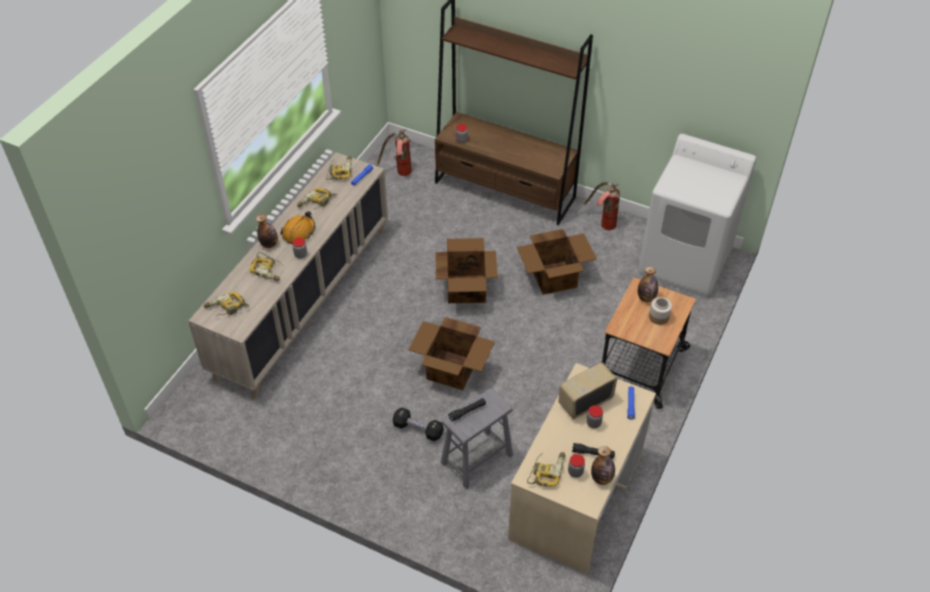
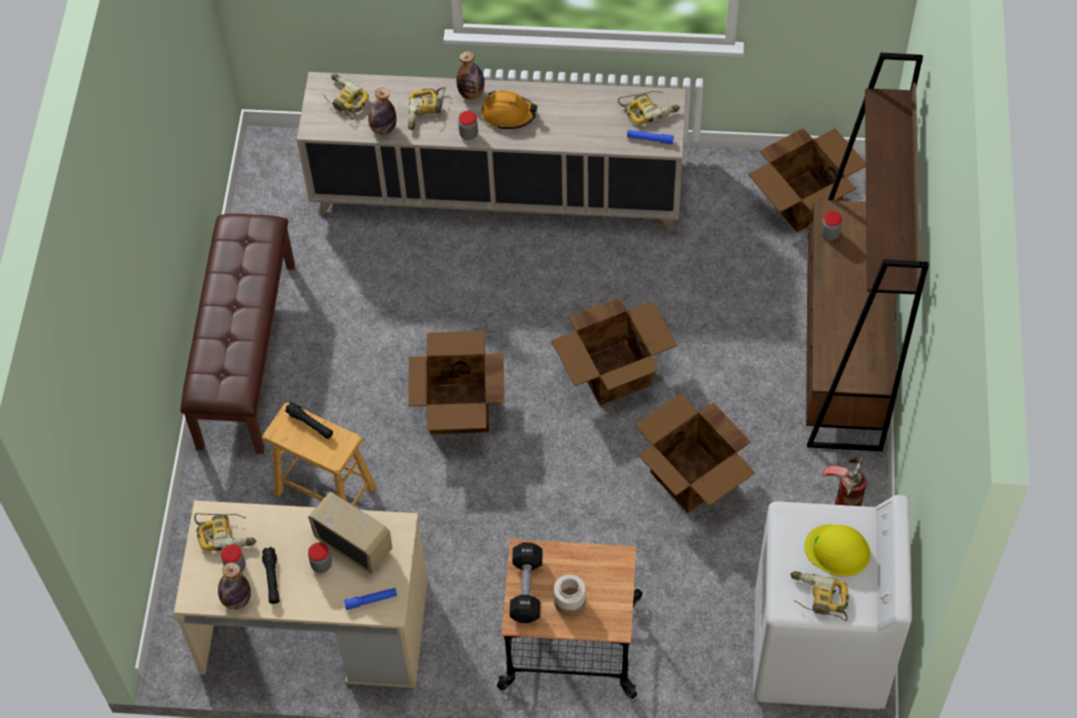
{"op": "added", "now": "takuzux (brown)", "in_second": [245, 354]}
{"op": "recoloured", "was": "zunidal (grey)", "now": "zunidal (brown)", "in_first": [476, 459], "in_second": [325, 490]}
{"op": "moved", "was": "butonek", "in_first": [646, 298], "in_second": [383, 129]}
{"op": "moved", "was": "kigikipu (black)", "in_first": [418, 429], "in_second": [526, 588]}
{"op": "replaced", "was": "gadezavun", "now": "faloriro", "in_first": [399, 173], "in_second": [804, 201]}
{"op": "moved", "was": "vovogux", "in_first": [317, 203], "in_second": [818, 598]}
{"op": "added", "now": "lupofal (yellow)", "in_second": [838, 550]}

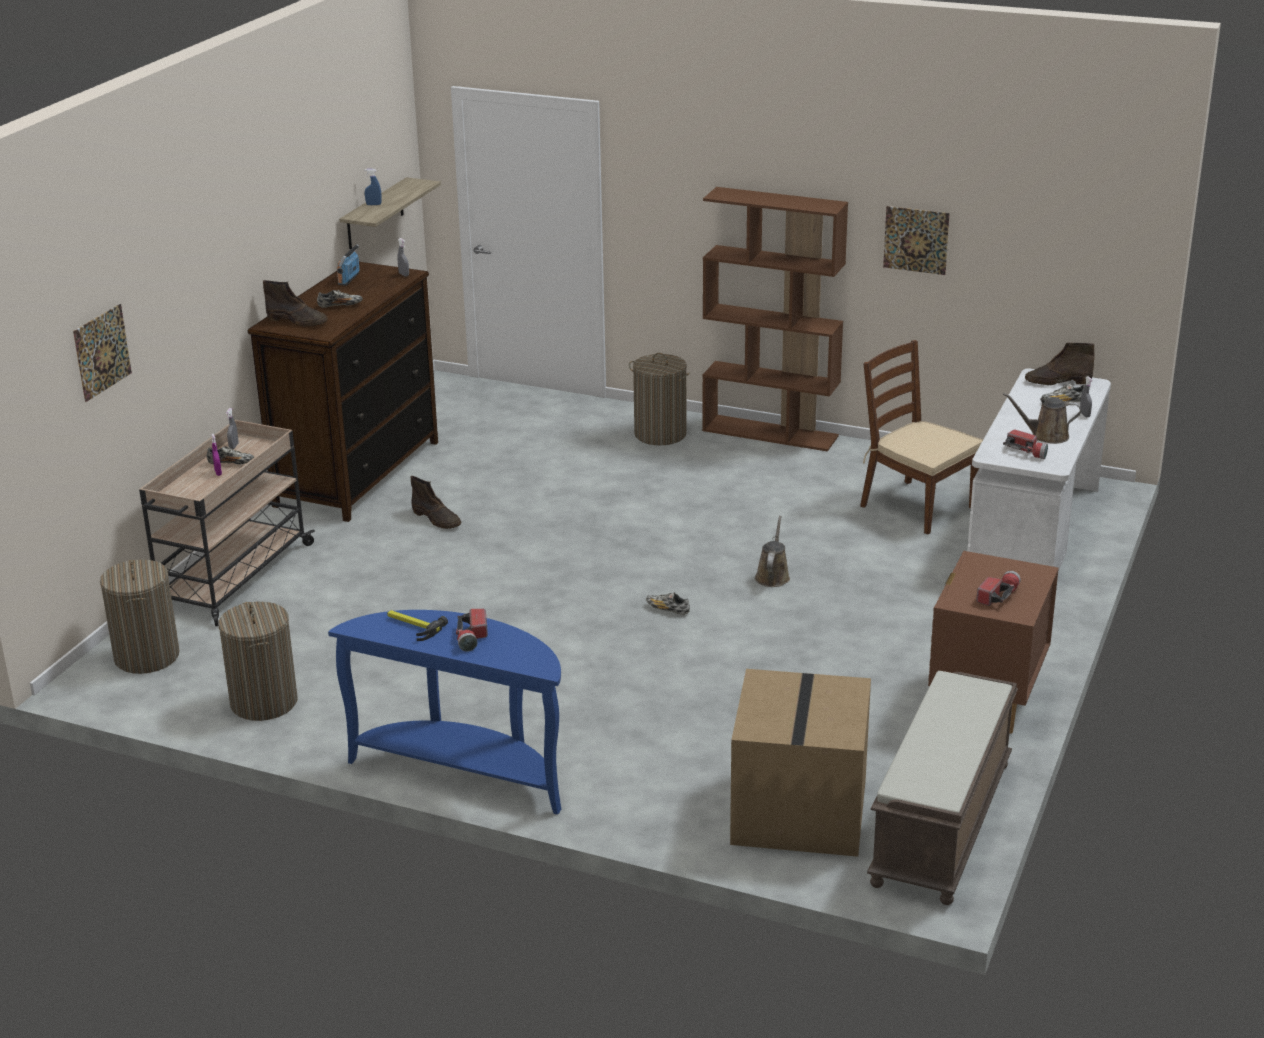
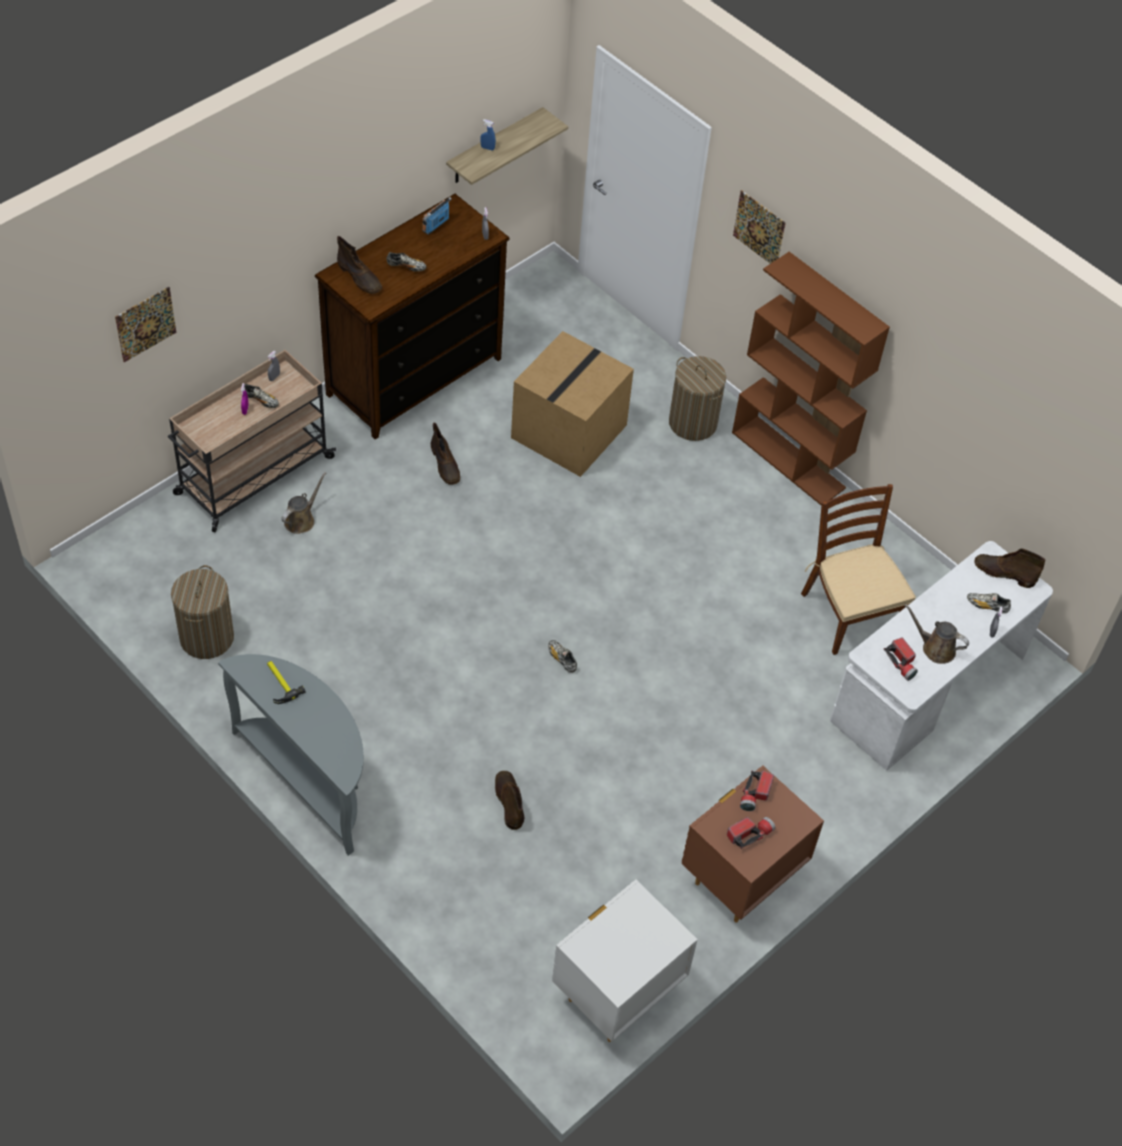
{"op": "recoloured", "was": "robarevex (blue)", "now": "robarevex (grey)", "in_first": [465, 771], "in_second": [309, 778]}
{"op": "moved", "was": "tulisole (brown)", "in_first": [772, 576], "in_second": [301, 520]}
{"op": "added", "now": "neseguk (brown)", "in_second": [509, 801]}
{"op": "moved", "was": "faloriro", "in_first": [797, 810], "in_second": [568, 430]}
{"op": "replaced", "was": "takuzux (brown)", "now": "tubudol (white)", "in_first": [943, 824], "in_second": [617, 994]}
{"op": "moved", "was": "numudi", "in_first": [916, 240], "in_second": [759, 229]}
{"op": "moved", "was": "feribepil", "in_first": [472, 637], "in_second": [755, 795]}
{"op": "removed", "was": "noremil", "in_first": [147, 656]}

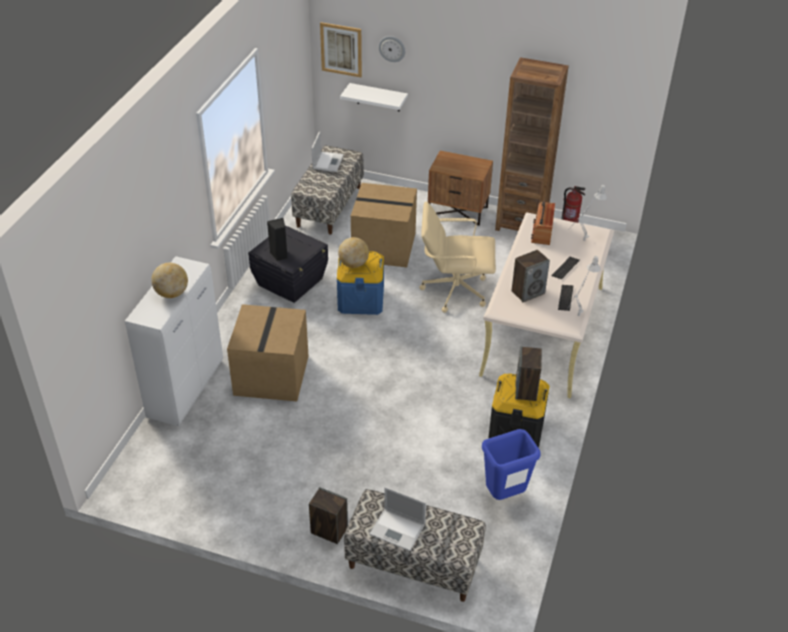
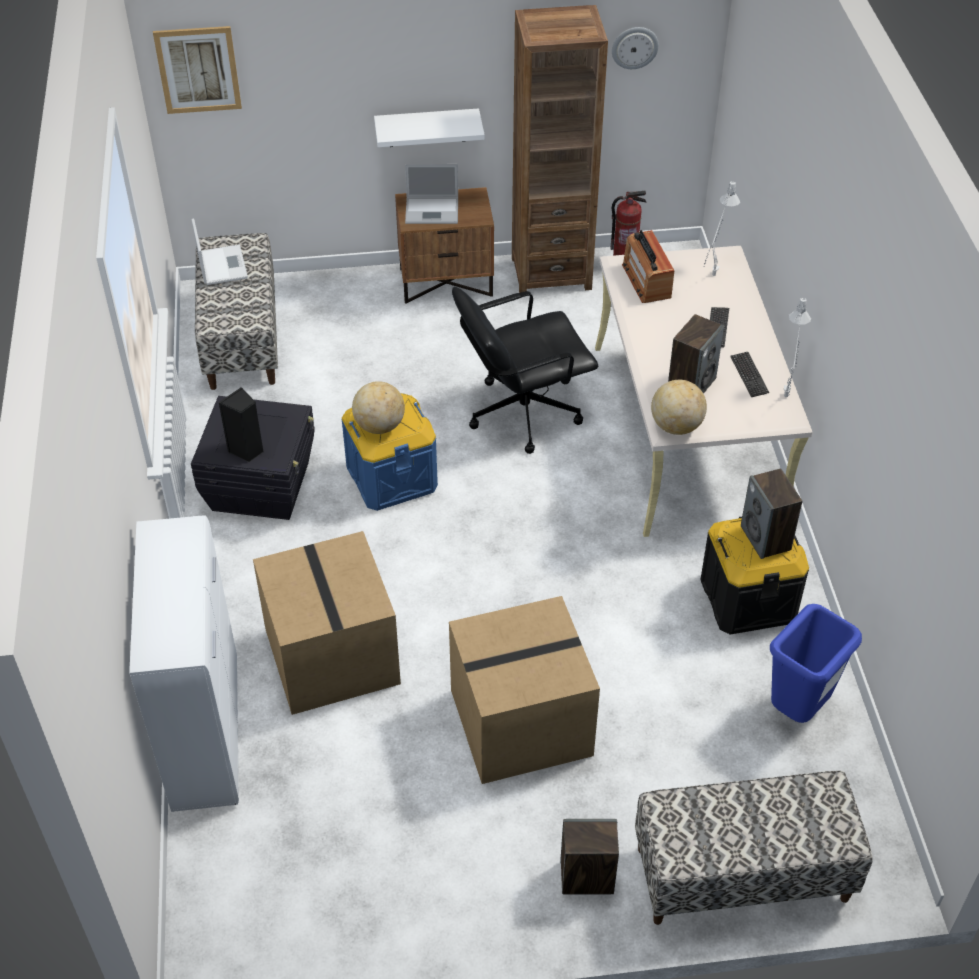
{"op": "moved", "was": "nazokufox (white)", "in_first": [378, 97], "in_second": [427, 127]}
{"op": "moved", "was": "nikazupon", "in_first": [398, 529], "in_second": [433, 210]}
{"op": "moved", "was": "faloriro", "in_first": [385, 246], "in_second": [522, 720]}
{"op": "recoloured", "was": "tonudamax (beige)", "now": "tonudamax (black)", "in_first": [454, 290], "in_second": [522, 412]}
{"op": "moved", "was": "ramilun", "in_first": [392, 48], "in_second": [634, 47]}
{"op": "moved", "was": "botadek", "in_first": [172, 293], "in_second": [676, 426]}

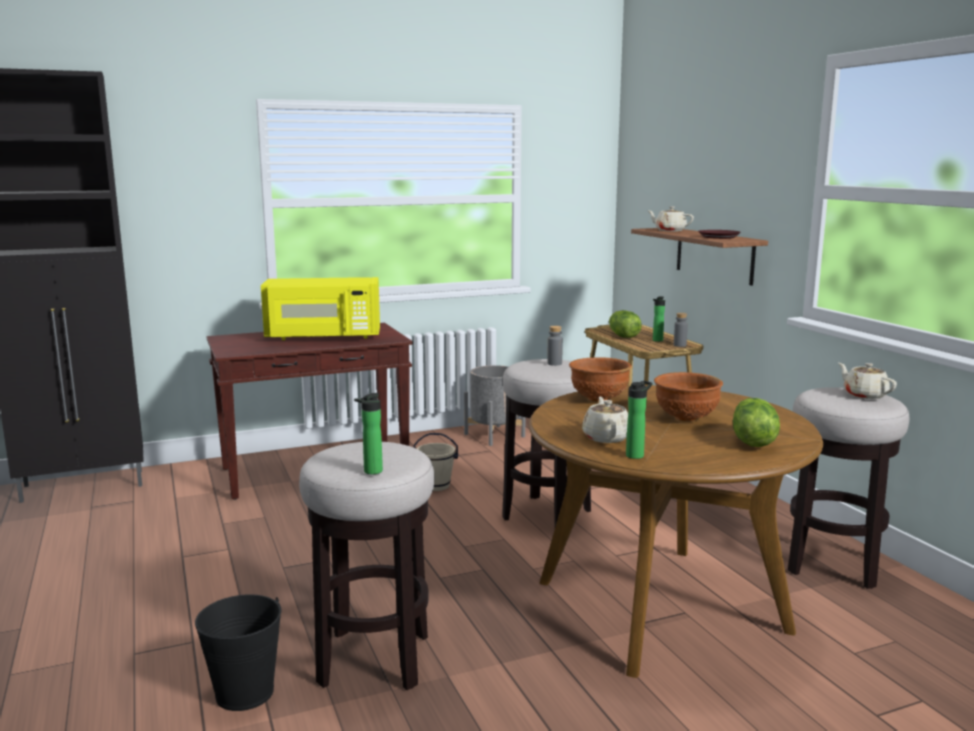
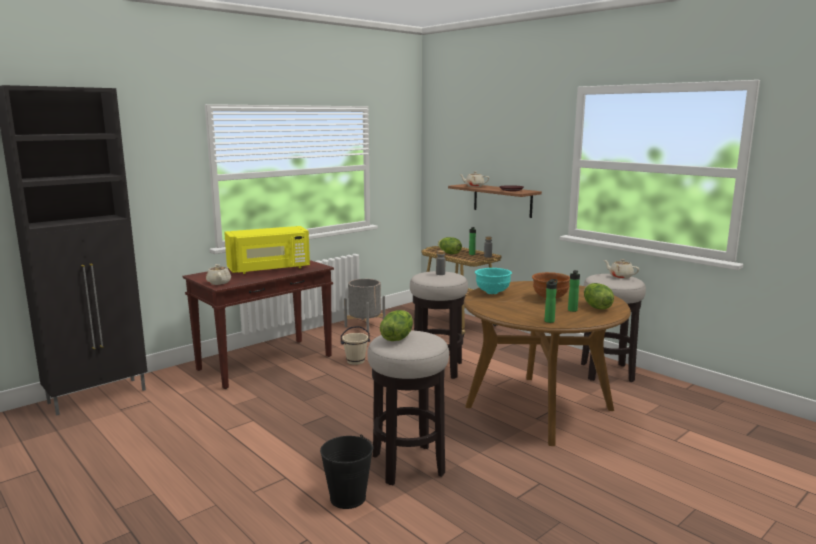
{"op": "moved", "was": "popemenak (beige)", "in_first": [606, 437], "in_second": [219, 282]}
{"op": "added", "now": "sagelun", "in_second": [397, 338]}
{"op": "recoloured", "was": "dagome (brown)", "now": "dagome (turquoise)", "in_first": [598, 399], "in_second": [492, 292]}
{"op": "moved", "was": "butonek", "in_first": [370, 472], "in_second": [572, 310]}

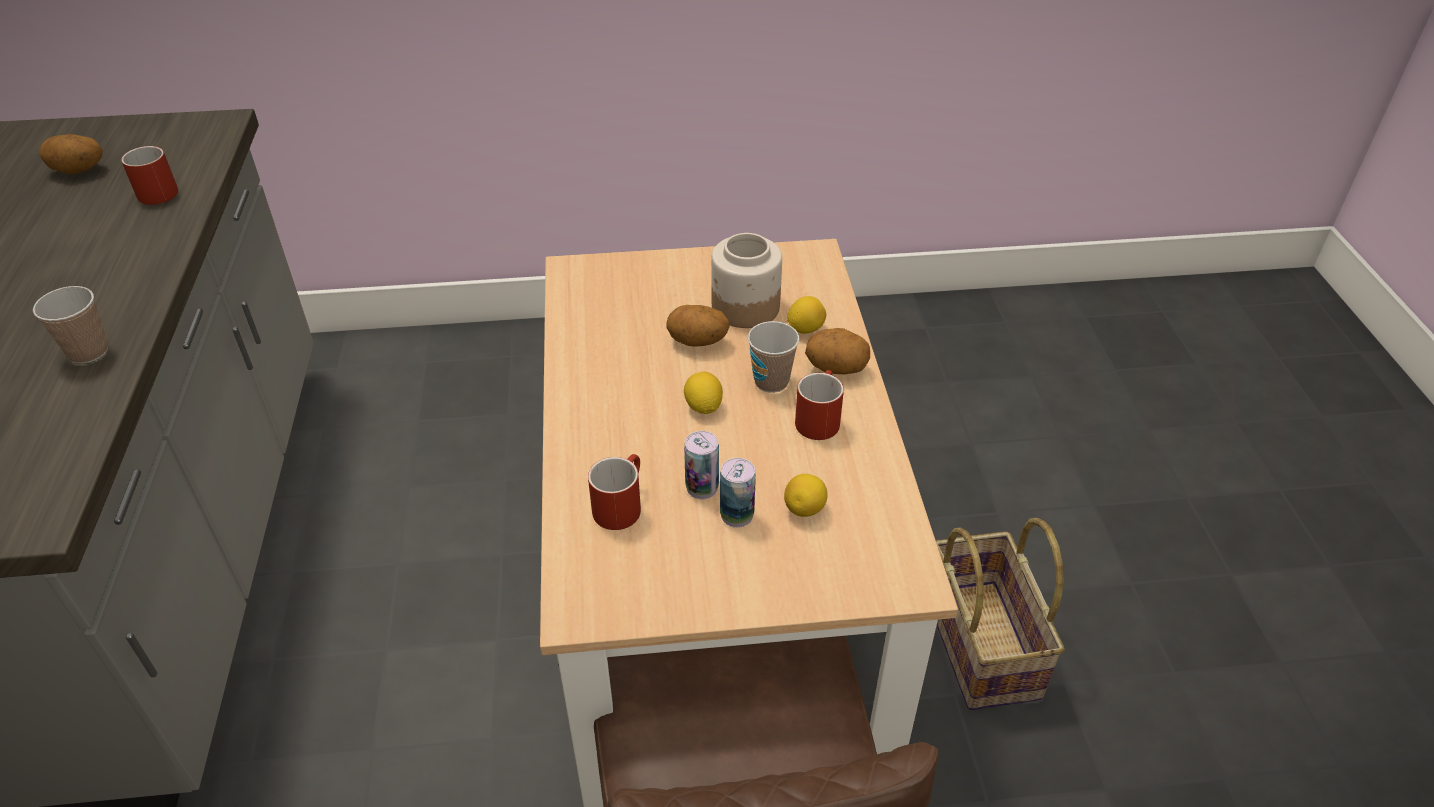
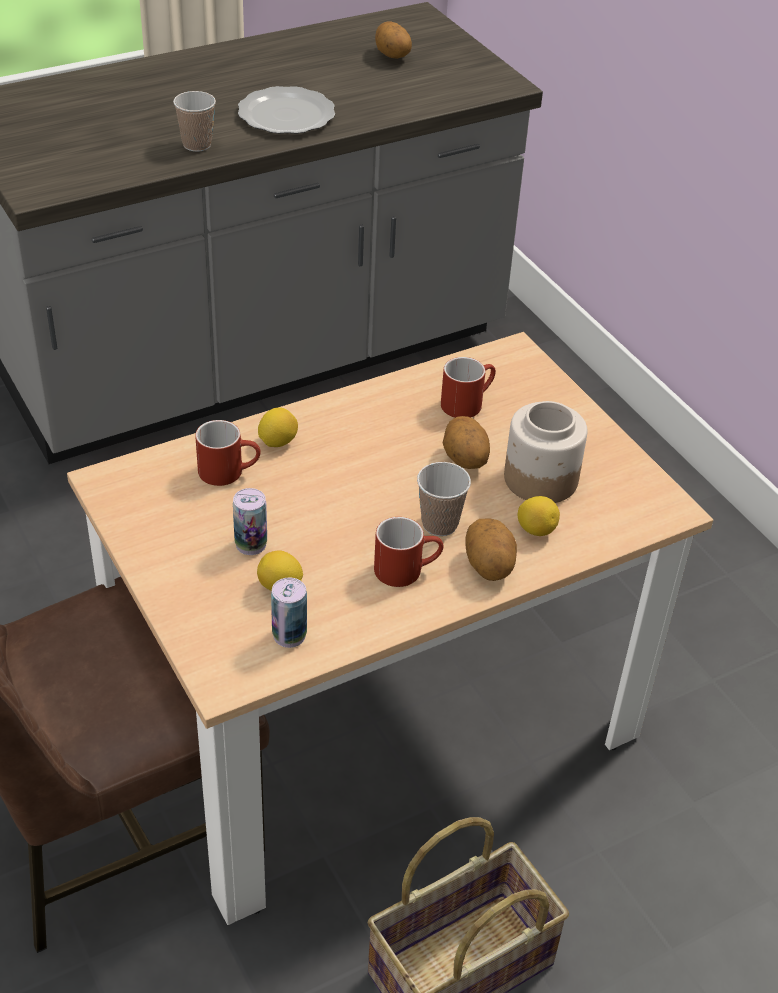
{"op": "added", "now": "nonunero", "in_second": [287, 116]}
{"op": "moved", "was": "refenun", "in_first": [703, 407], "in_second": [277, 442]}
{"op": "moved", "was": "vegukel", "in_first": [702, 487], "in_second": [289, 635]}
{"op": "moved", "was": "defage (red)", "in_first": [158, 190], "in_second": [467, 402]}

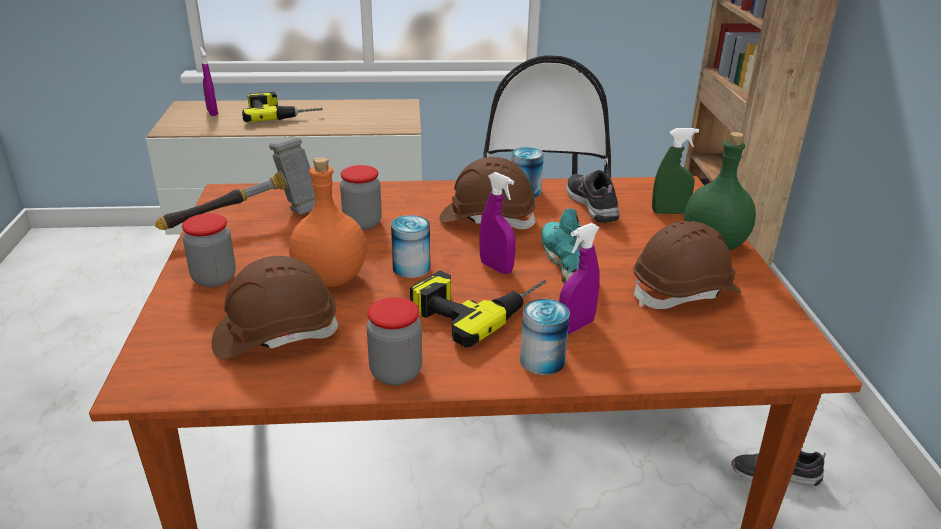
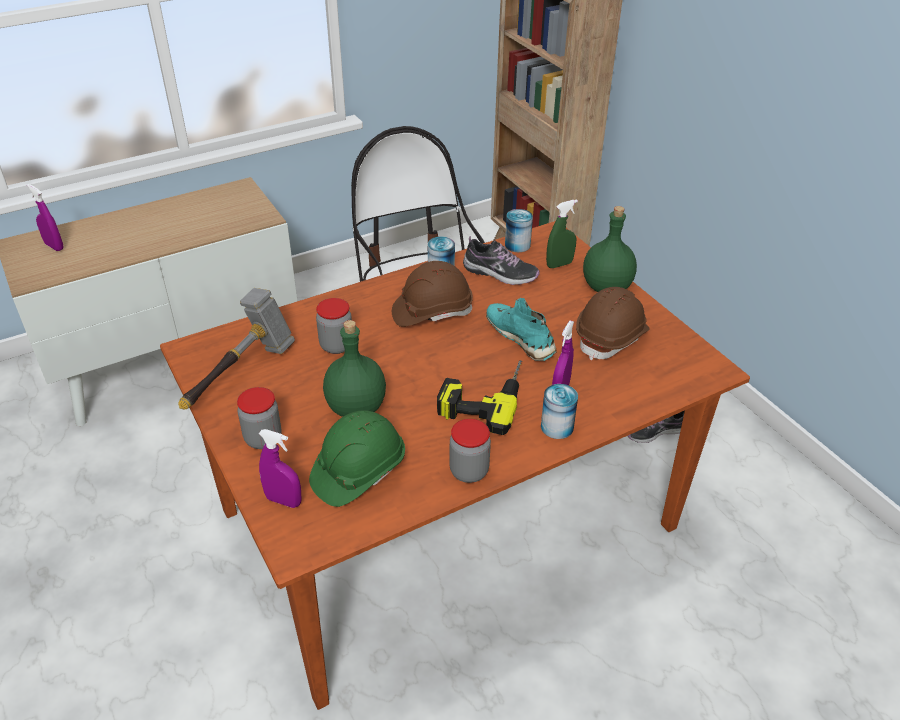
{"op": "moved", "was": "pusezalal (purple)", "in_first": [496, 267], "in_second": [283, 500]}
{"op": "recoloured", "was": "lupofal (brown)", "now": "lupofal (green)", "in_first": [275, 335], "in_second": [358, 472]}
{"op": "recoloured", "was": "butonek (orange)", "now": "butonek (green)", "in_first": [331, 279], "in_second": [357, 408]}
{"op": "turned", "was": "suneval", "in_first": [592, 205], "in_second": [500, 273], "clockwise": 150}
{"op": "moved", "was": "vegukel", "in_first": [411, 268], "in_second": [517, 245]}
{"op": "removed", "was": "vovogux", "in_first": [282, 113]}

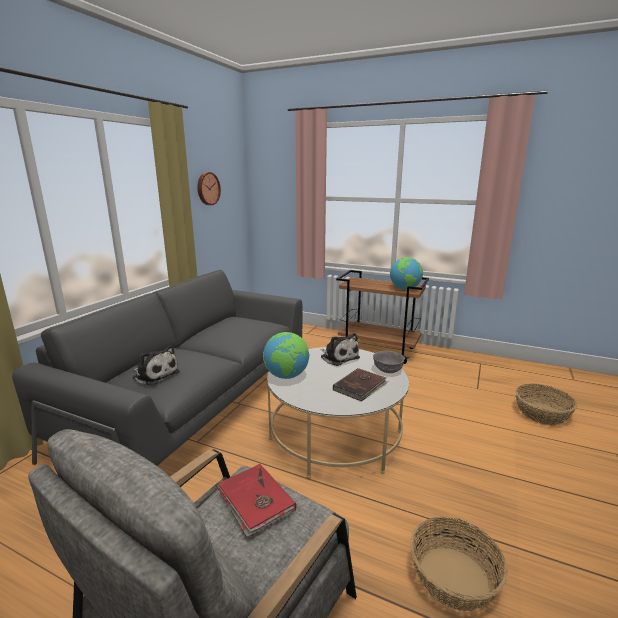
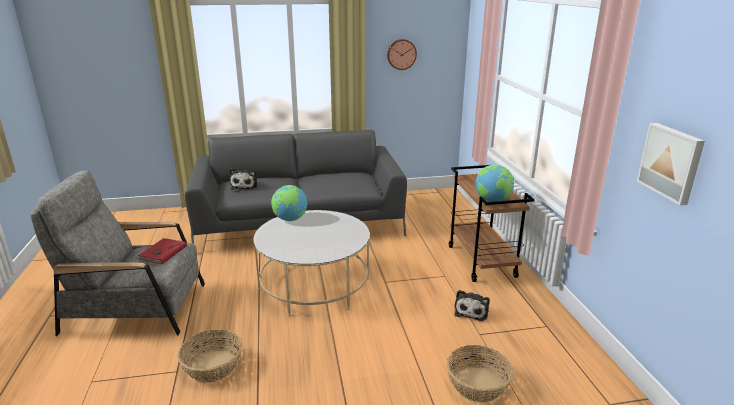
{"op": "moved", "was": "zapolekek", "in_first": [338, 357], "in_second": [471, 311]}
{"op": "added", "now": "numudi", "in_second": [671, 162]}
{"op": "removed", "was": "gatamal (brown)", "in_first": [360, 386]}
{"op": "removed", "was": "dagome (grey)", "in_first": [388, 370]}

